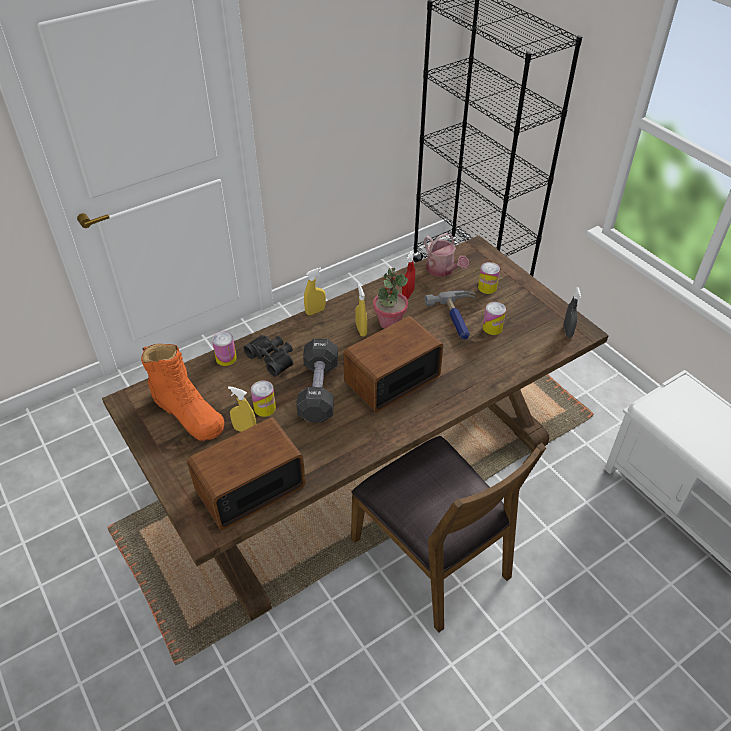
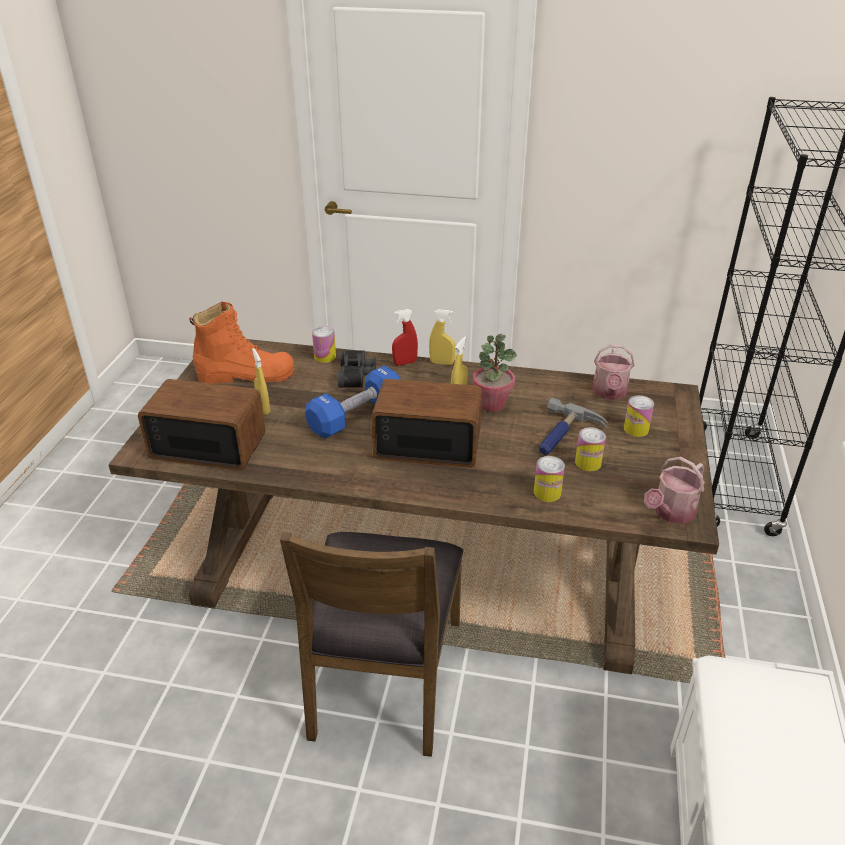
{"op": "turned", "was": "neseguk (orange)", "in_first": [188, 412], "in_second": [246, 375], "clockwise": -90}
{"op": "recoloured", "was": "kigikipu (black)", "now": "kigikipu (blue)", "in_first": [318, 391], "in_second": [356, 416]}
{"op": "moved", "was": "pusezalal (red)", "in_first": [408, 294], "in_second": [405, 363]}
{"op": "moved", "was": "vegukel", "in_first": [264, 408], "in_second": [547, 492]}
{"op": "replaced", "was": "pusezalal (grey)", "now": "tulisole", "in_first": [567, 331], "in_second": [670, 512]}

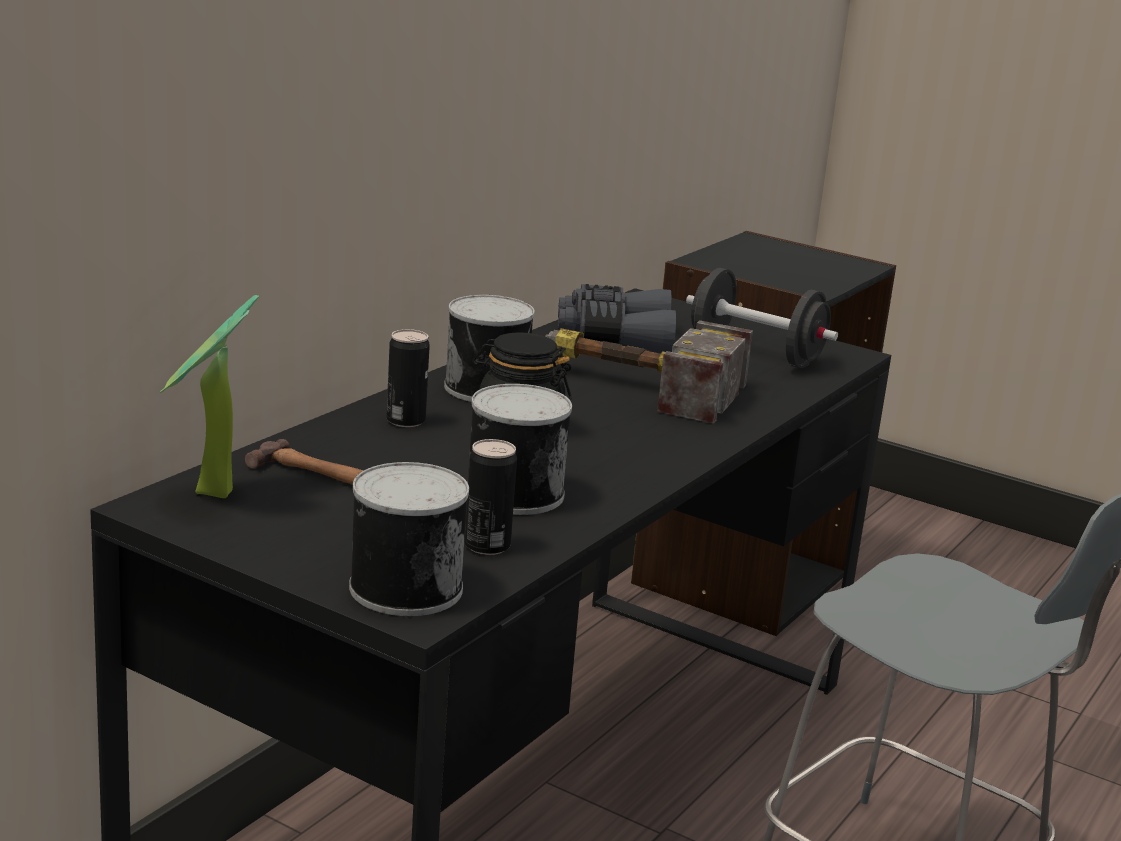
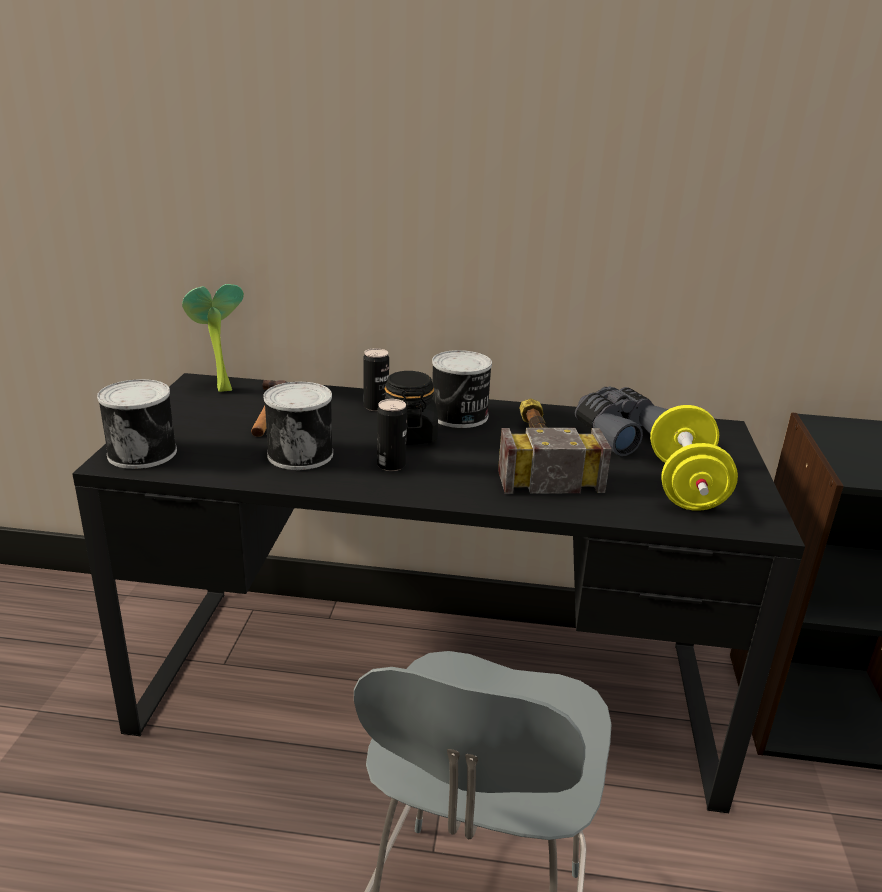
{"op": "moved", "was": "vegukel", "in_first": [487, 545], "in_second": [391, 465]}
{"op": "recoloured", "was": "kigikipu (black)", "now": "kigikipu (yellow)", "in_first": [755, 353], "in_second": [685, 486]}

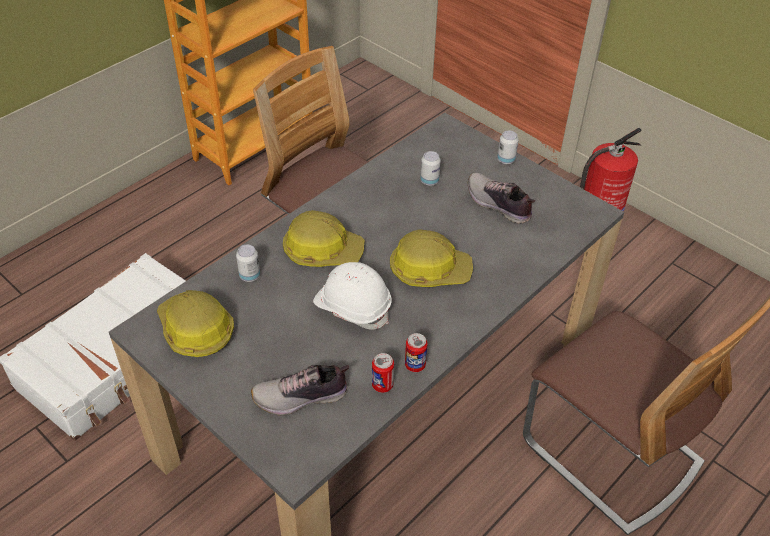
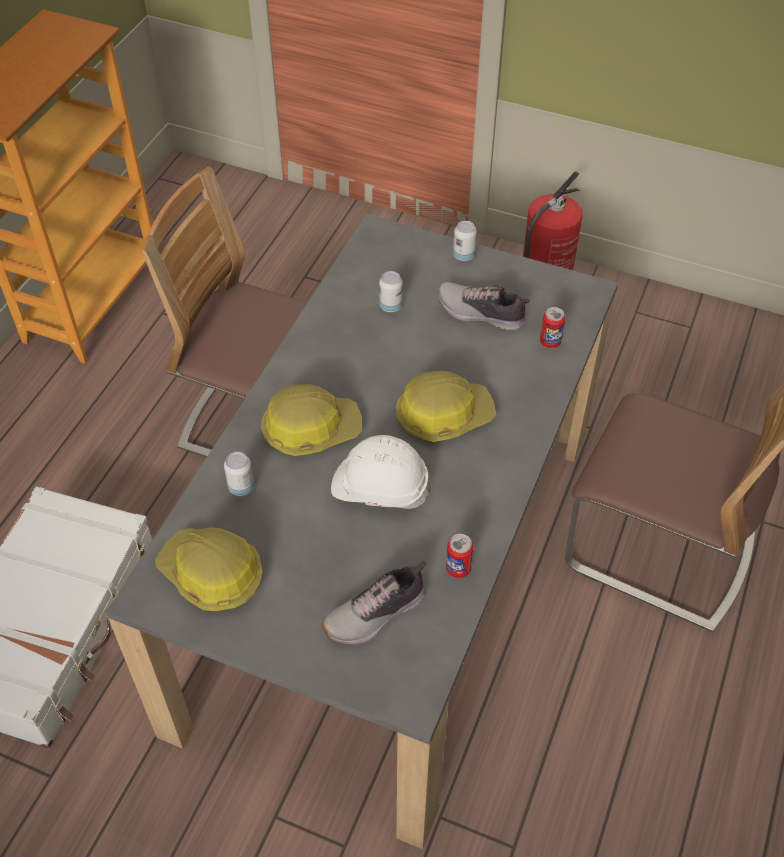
{"op": "moved", "was": "vegukel", "in_first": [415, 365], "in_second": [550, 342]}

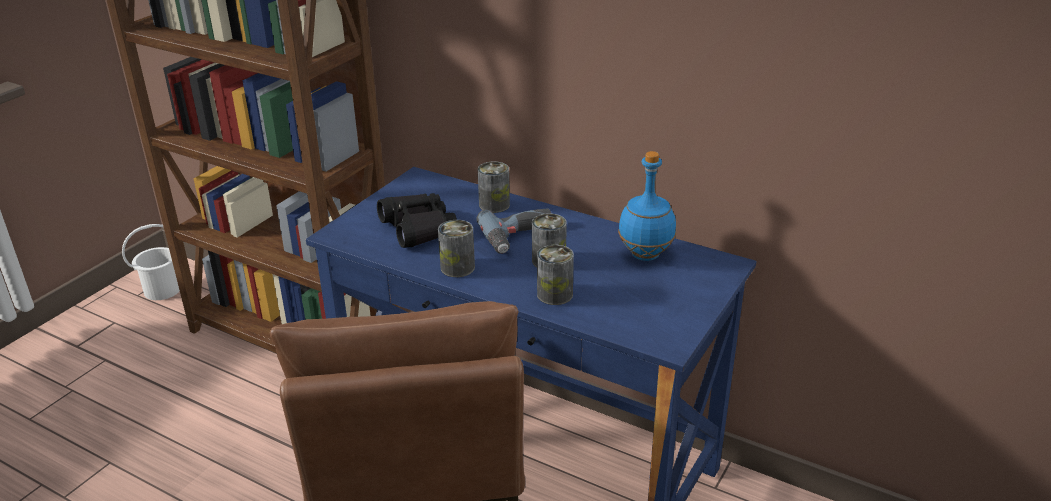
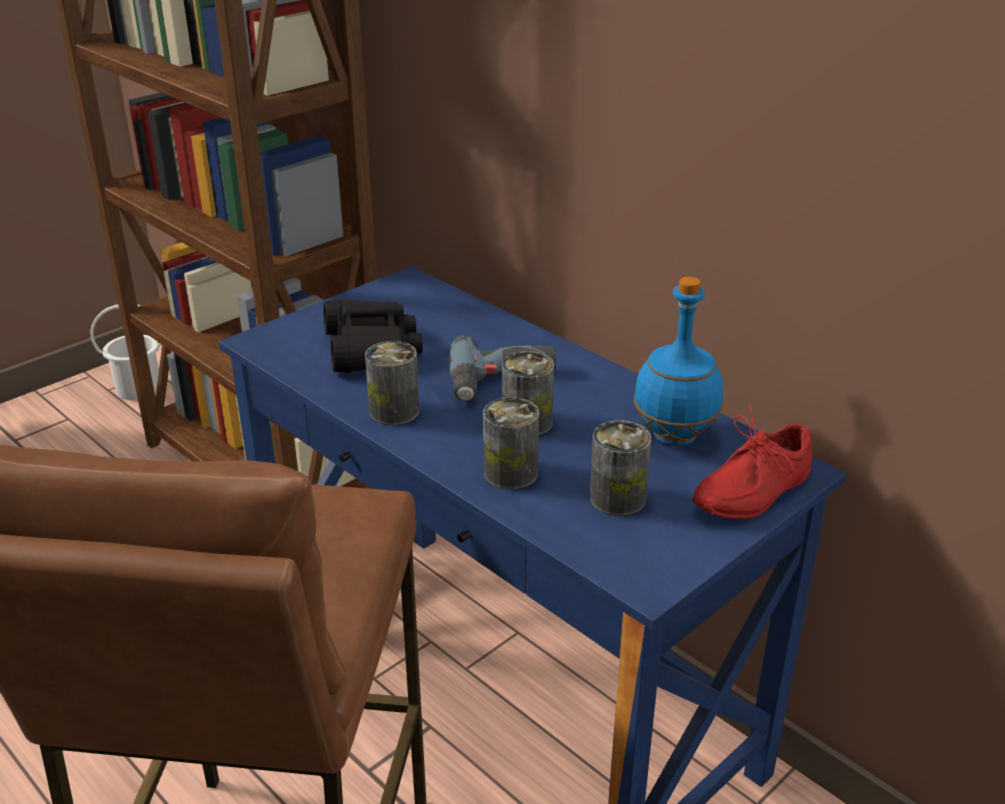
{"op": "moved", "was": "vegukel", "in_first": [494, 205], "in_second": [617, 498]}
{"op": "added", "now": "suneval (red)", "in_second": [748, 490]}

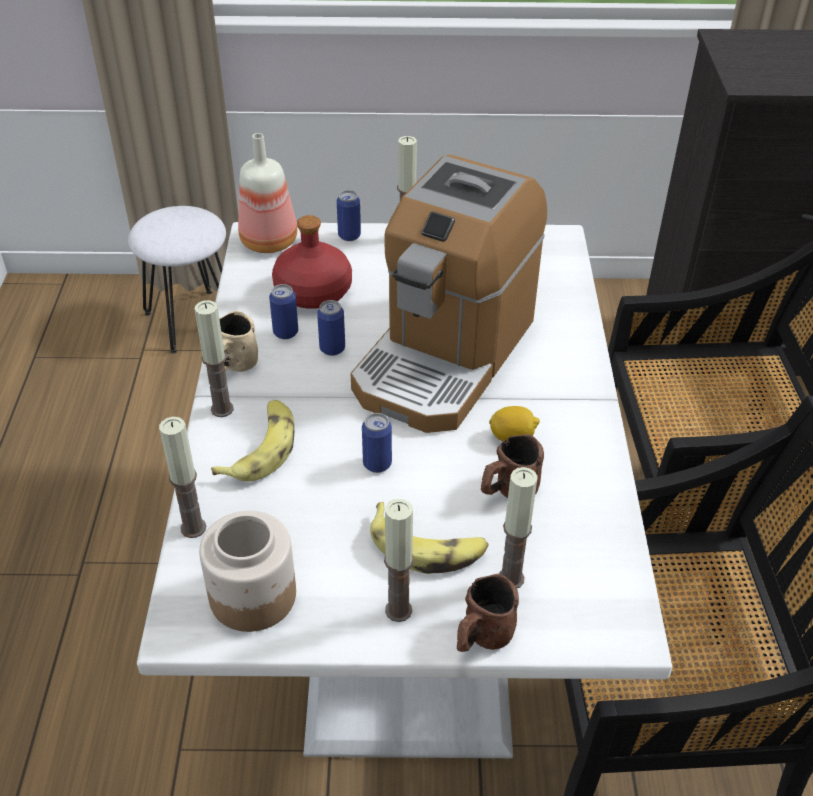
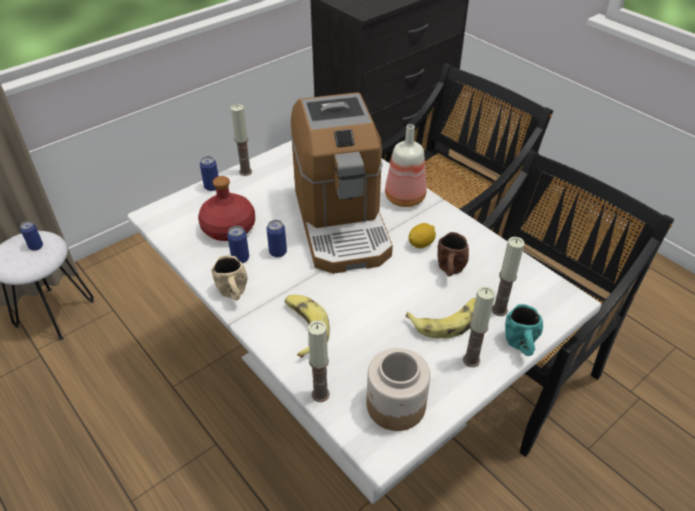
{"op": "moved", "was": "vegukel", "in_first": [377, 464], "in_second": [36, 246]}
{"op": "moved", "was": "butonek", "in_first": [269, 240], "in_second": [404, 197]}
{"op": "recoloured", "was": "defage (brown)", "now": "defage (turquoise)", "in_first": [481, 640], "in_second": [521, 347]}
{"op": "removed", "was": "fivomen", "in_first": [222, 409]}

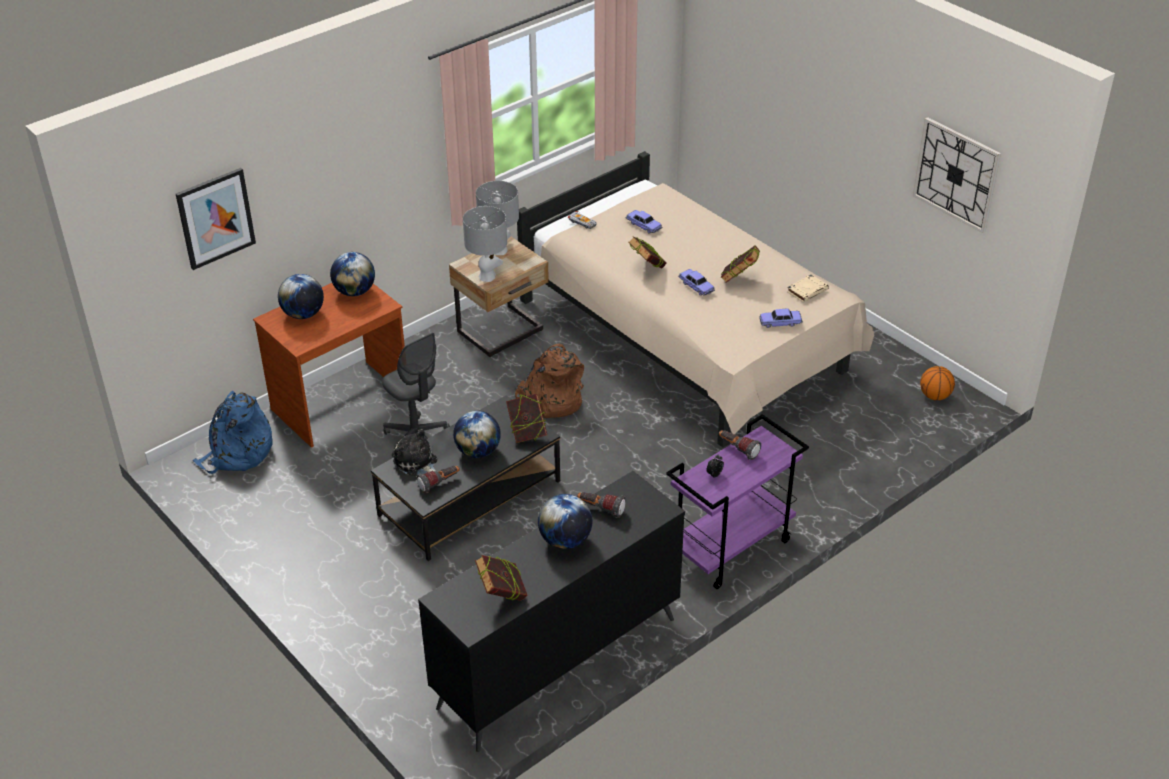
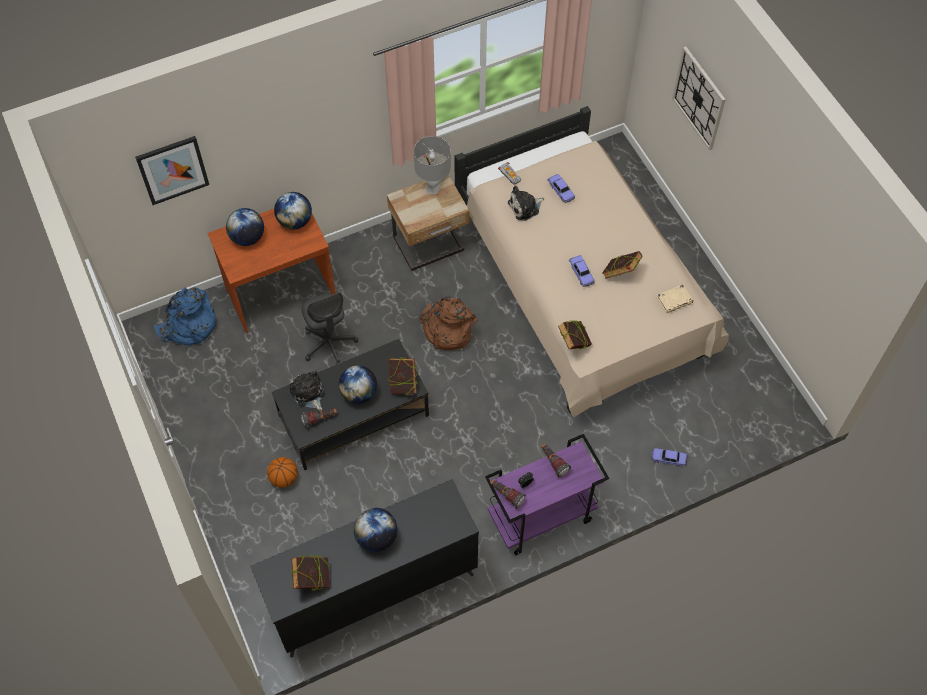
{"op": "moved", "was": "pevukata", "in_first": [935, 396], "in_second": [284, 478]}
{"op": "moved", "was": "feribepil", "in_first": [600, 509], "in_second": [506, 495]}
{"op": "added", "now": "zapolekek", "in_second": [525, 207]}
{"op": "moved", "was": "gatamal", "in_first": [646, 268], "in_second": [573, 344]}
{"op": "moved", "was": "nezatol", "in_first": [780, 323], "in_second": [668, 459]}
{"op": "moved", "was": "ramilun", "in_first": [956, 174], "in_second": [699, 98]}
{"op": "removed", "was": "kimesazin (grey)", "in_first": [487, 276]}

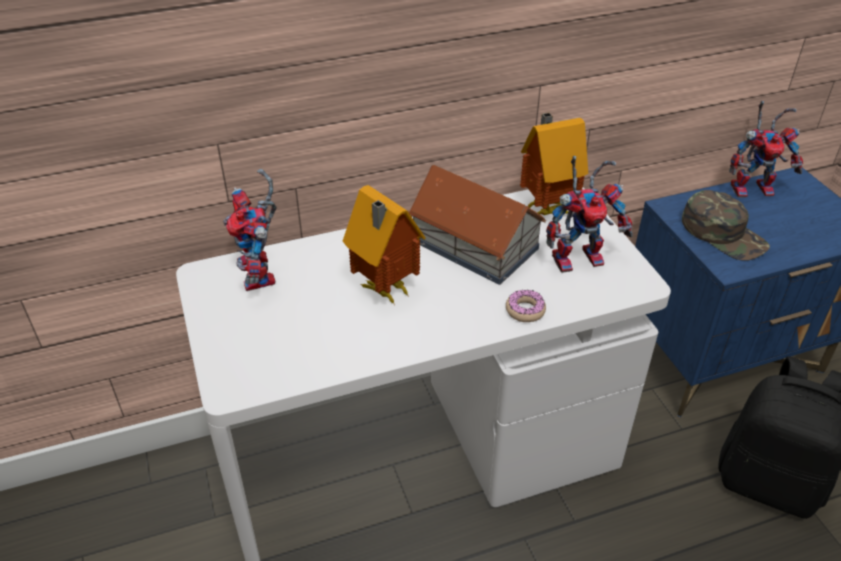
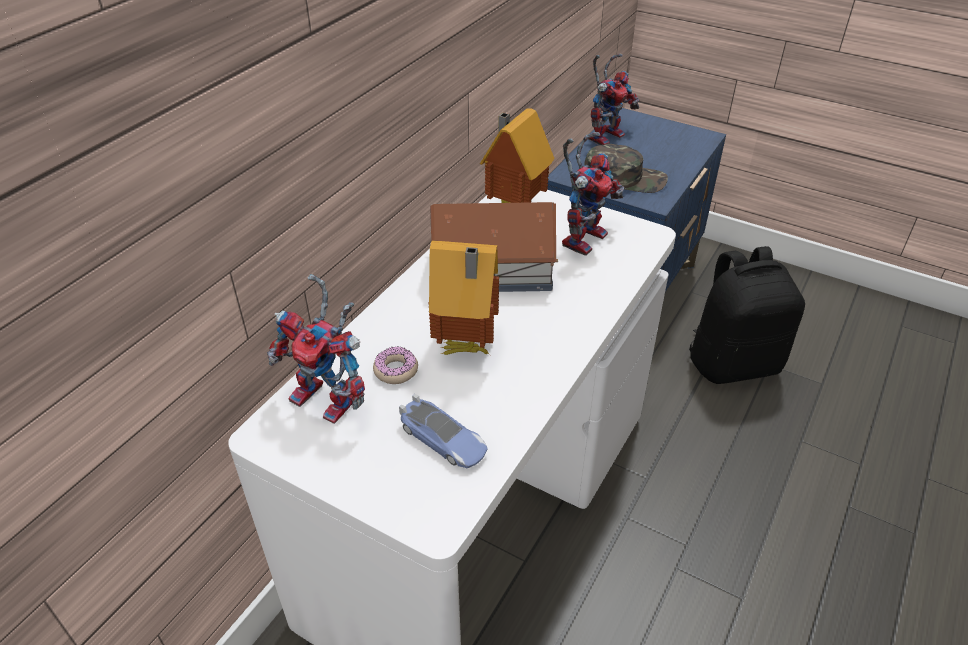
{"op": "moved", "was": "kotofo", "in_first": [525, 310], "in_second": [396, 370]}
{"op": "added", "now": "nezatol", "in_second": [443, 439]}

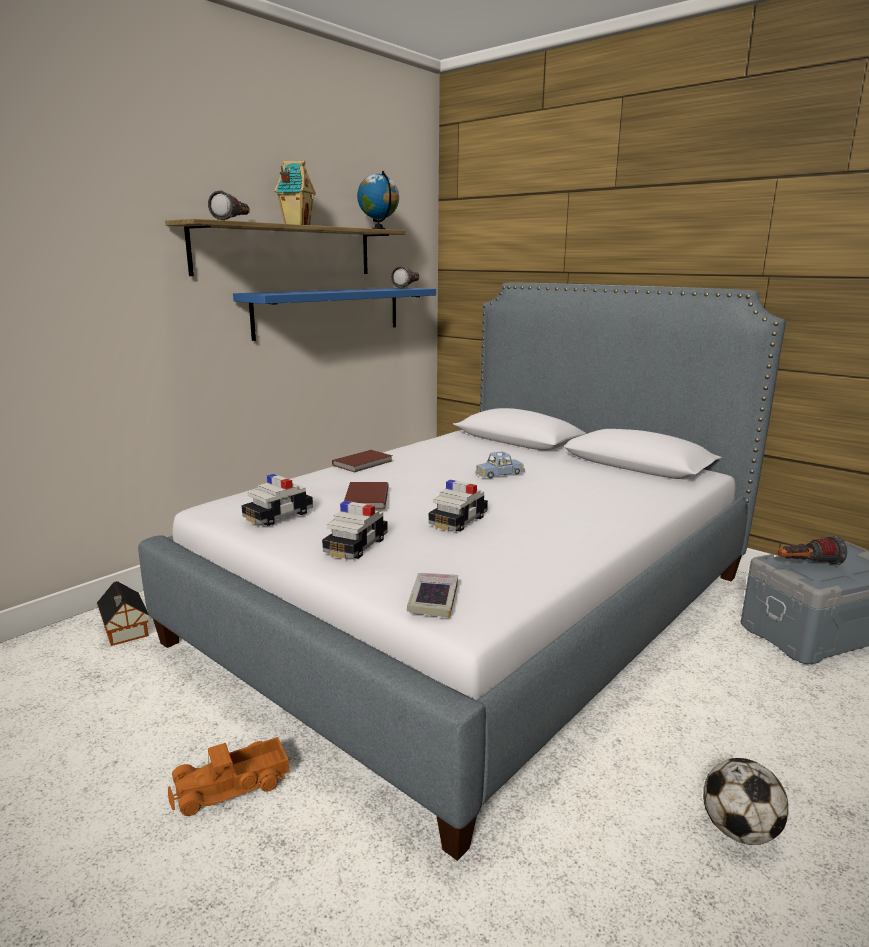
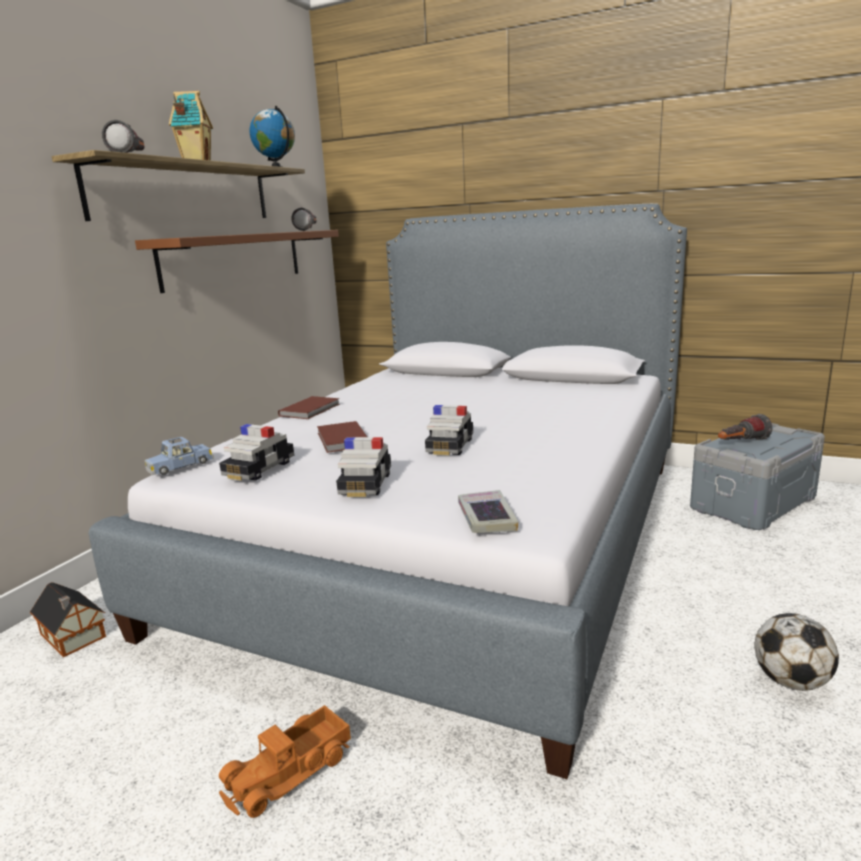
{"op": "recoloured", "was": "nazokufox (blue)", "now": "nazokufox (brown)", "in_first": [329, 311], "in_second": [234, 258]}
{"op": "moved", "was": "nezatol (blue)", "in_first": [499, 474], "in_second": [180, 466]}

